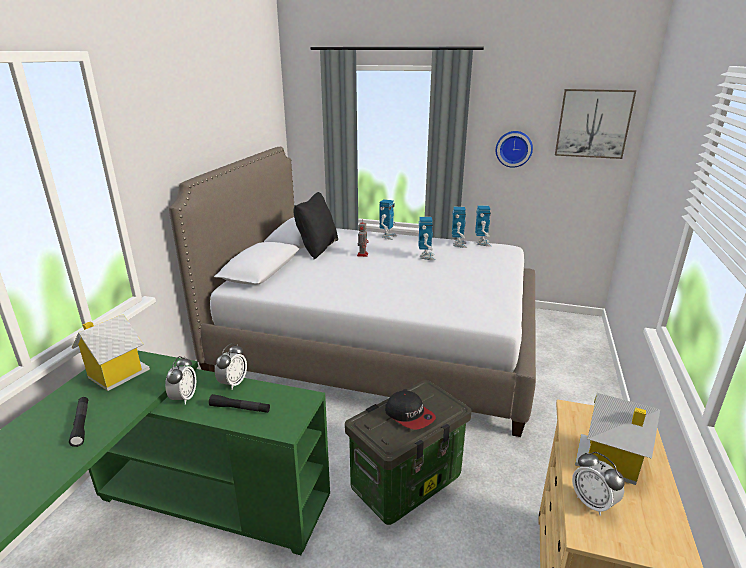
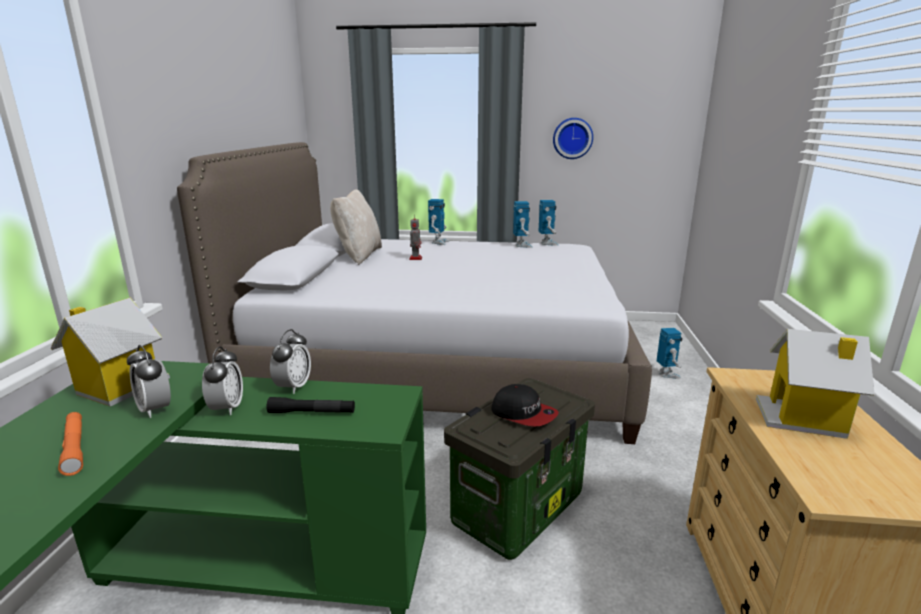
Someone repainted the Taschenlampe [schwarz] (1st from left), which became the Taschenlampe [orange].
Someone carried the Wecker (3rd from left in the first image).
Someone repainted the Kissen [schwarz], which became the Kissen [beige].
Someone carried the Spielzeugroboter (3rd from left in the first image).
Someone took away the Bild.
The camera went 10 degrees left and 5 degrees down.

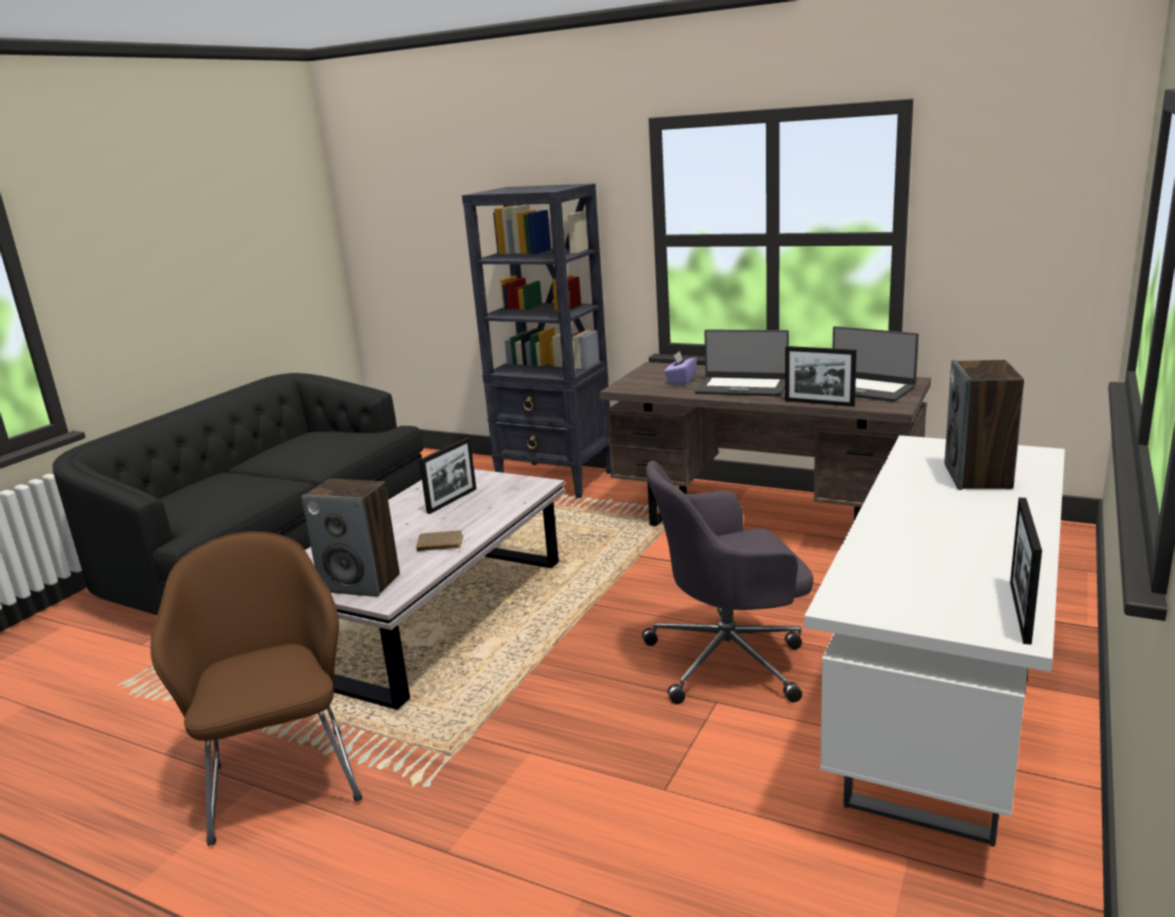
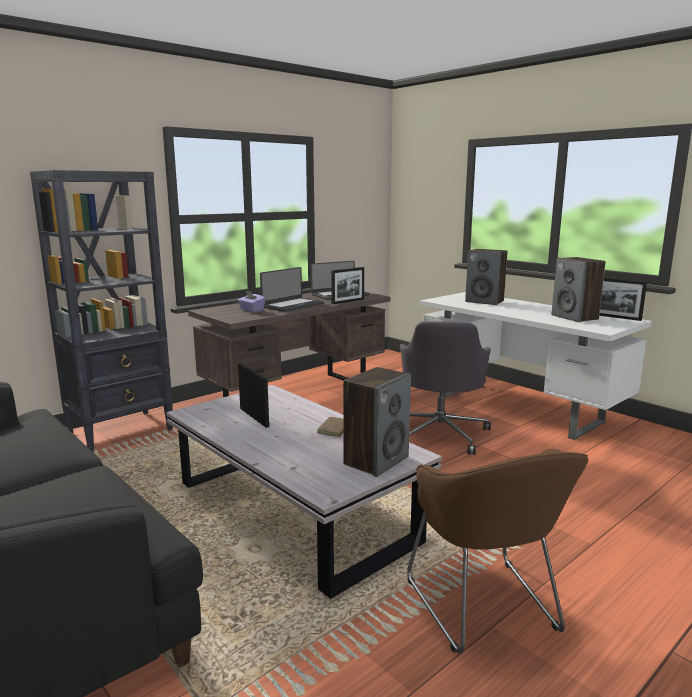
Someone rotated the Sessel [braun] by 105 degrees counterclockwise.
Someone put down the Lautsprecher (3rd from left).
The camera went 70 degrees left and 5 degrees down.

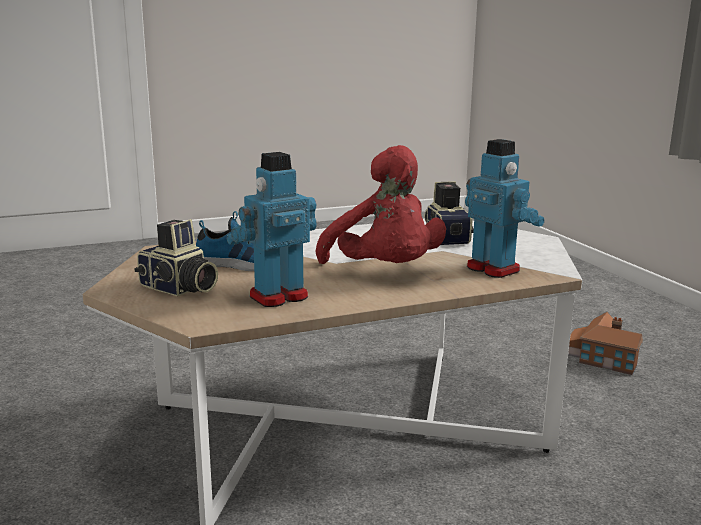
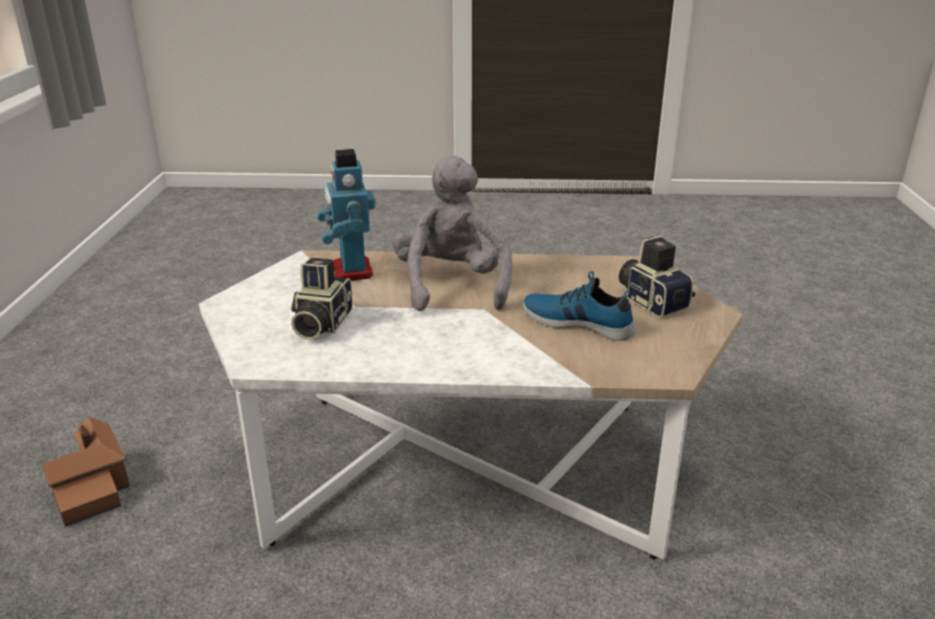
Someone repainted the Plüschtier [rot], which became the Plüschtier [grau].
Someone took away the Spielzeugroboter (1st from left).
The camera went 155 degrees left and 10 degrees up.

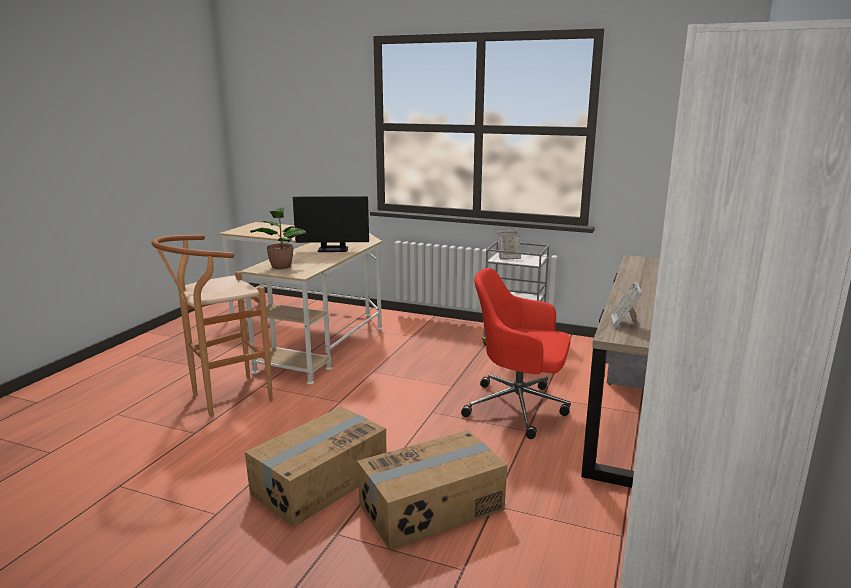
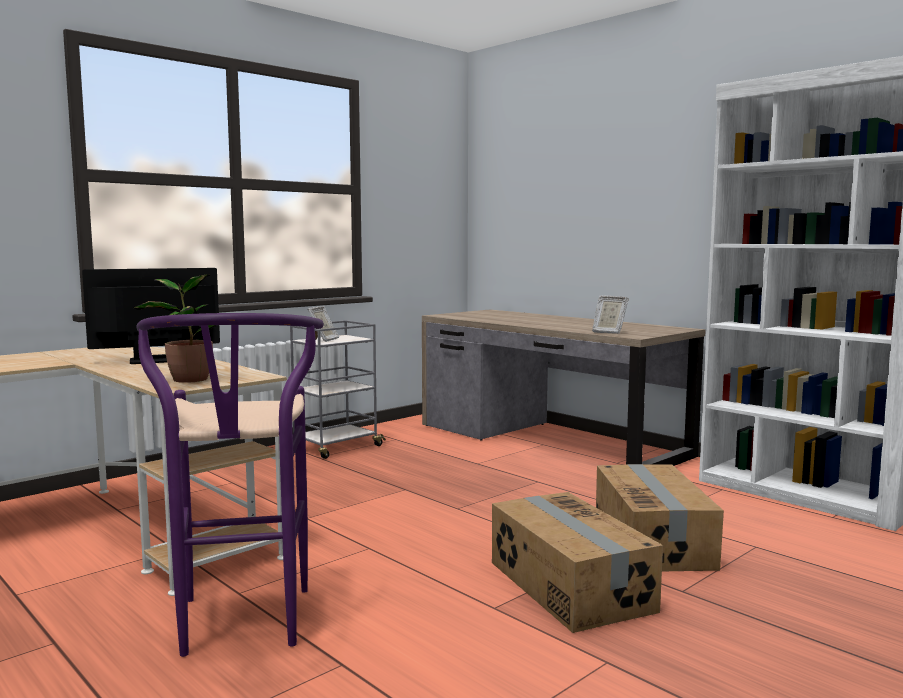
Someone rotated the Monitor by 135 degrees counterclockwise.
Someone repainted the Hocker [braun], which became the Hocker [lila].
Someone took away the Bürostuhl [rot].
The camera went 65 degrees left and 10 degrees down.

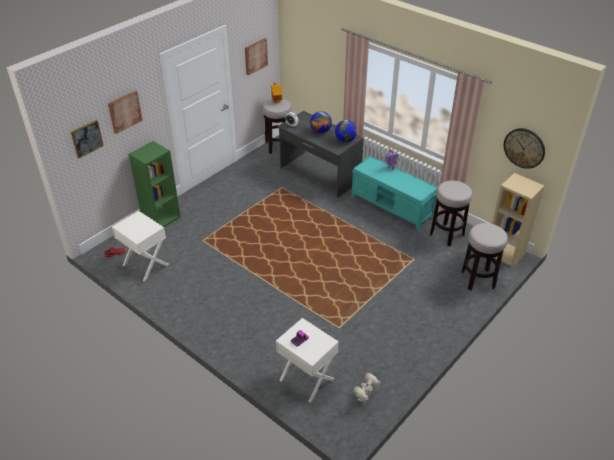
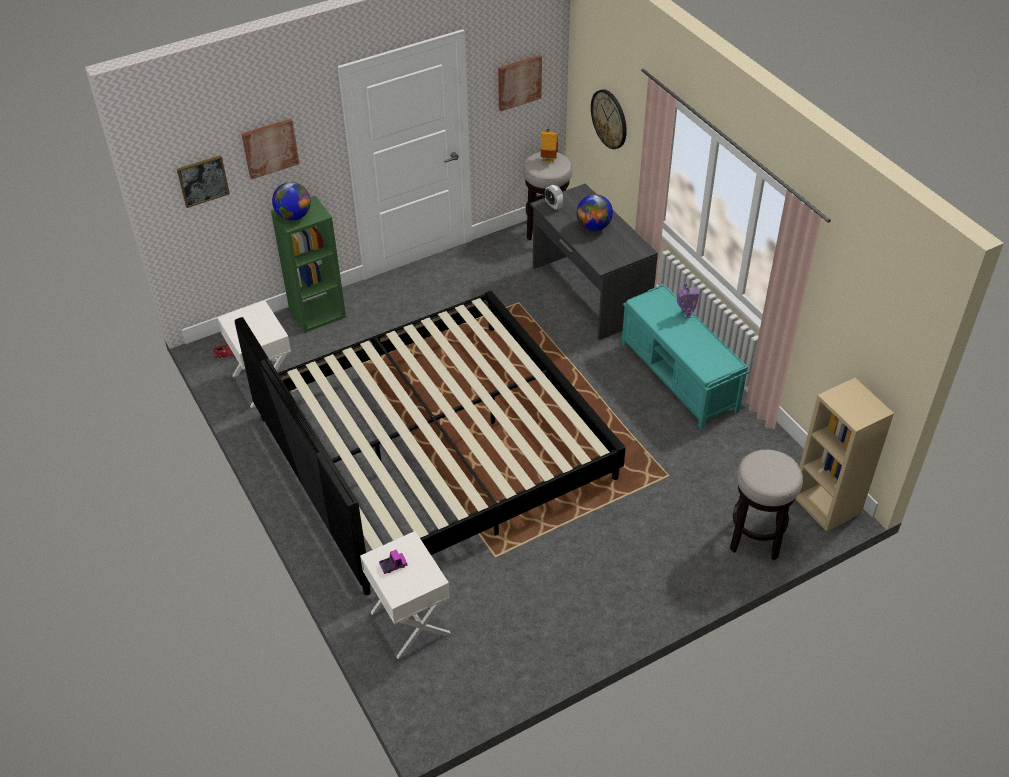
Someone put down the Bett.
Someone carried the Globus (2nd from left in the first image).
Someone carried the Wanduhr.
Someone took away the Spielzeugroboter (1st from left).
Someone took away the Hocker (2nd from left).
The camera went 20 degrees right and 5 degrees up.

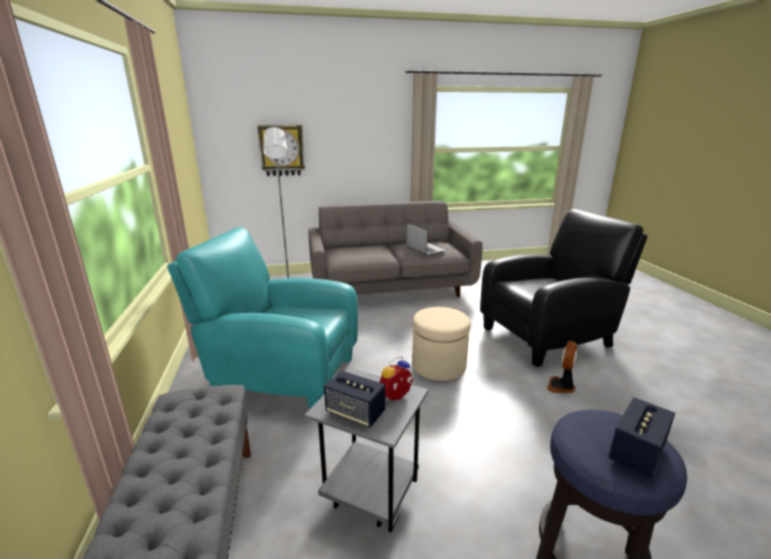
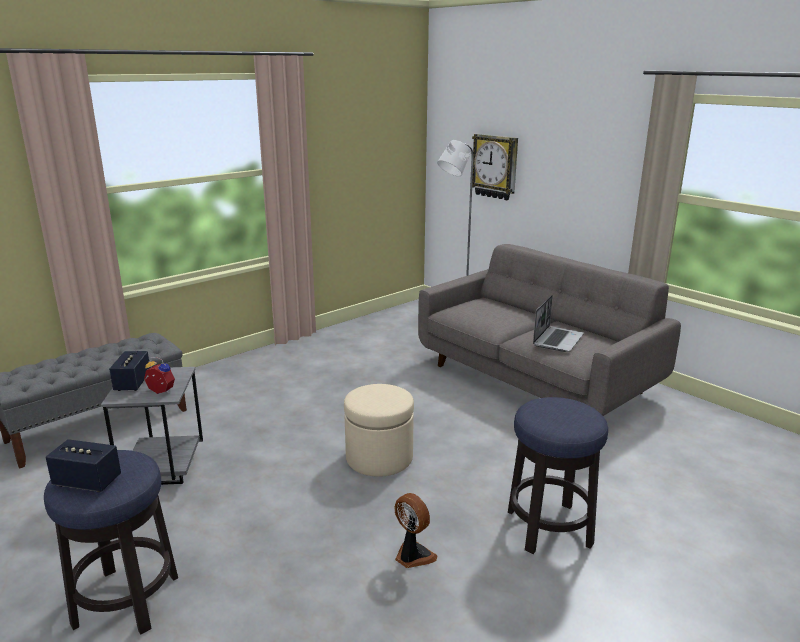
Someone rotated the Ventilator by 45 degrees clockwise.
Someone swapped the Sessel [schwarz] for the Hocker (2nd from left).
Someone took away the Sessel [türkis].
The camera went 60 degrees right and 0 degrees up.

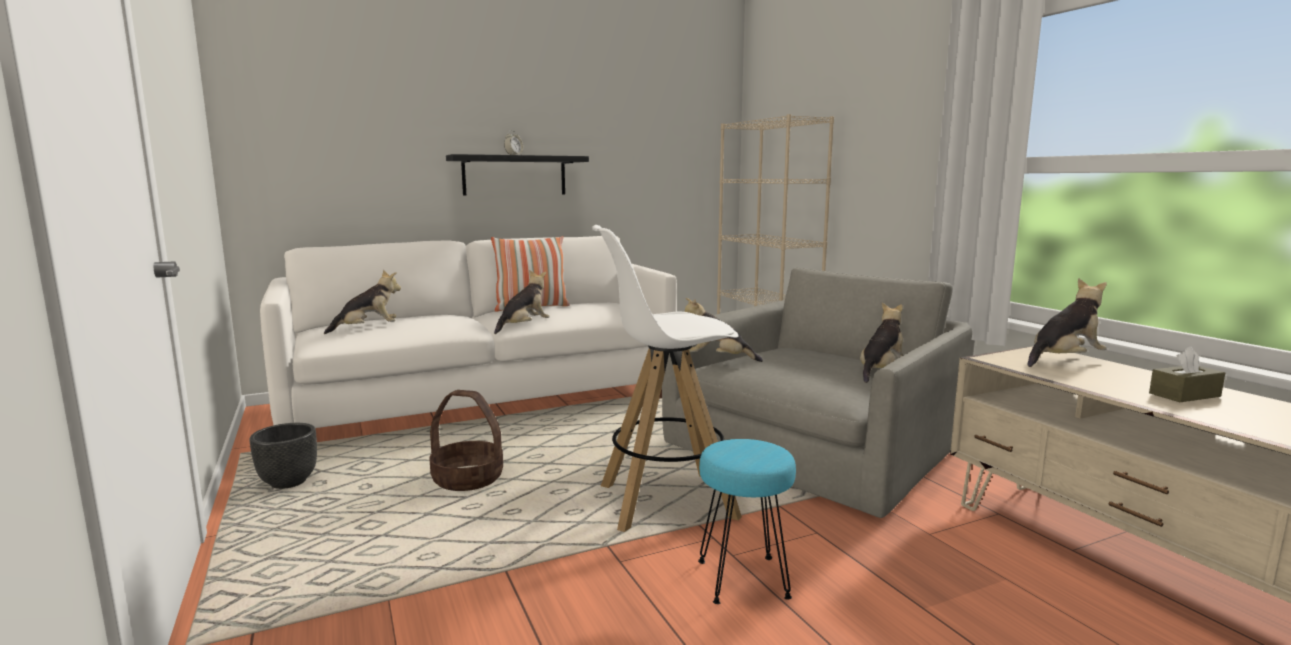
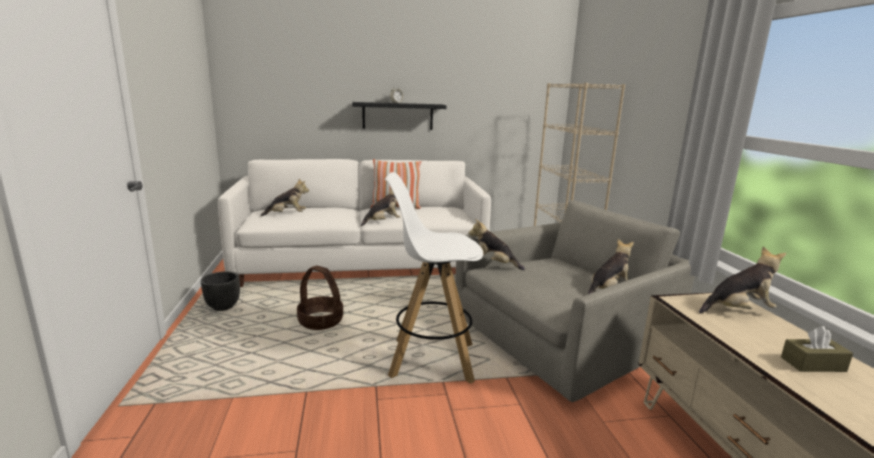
Someone took away the Hocker [türkis].
The camera went 15 degrees right and 5 degrees up.

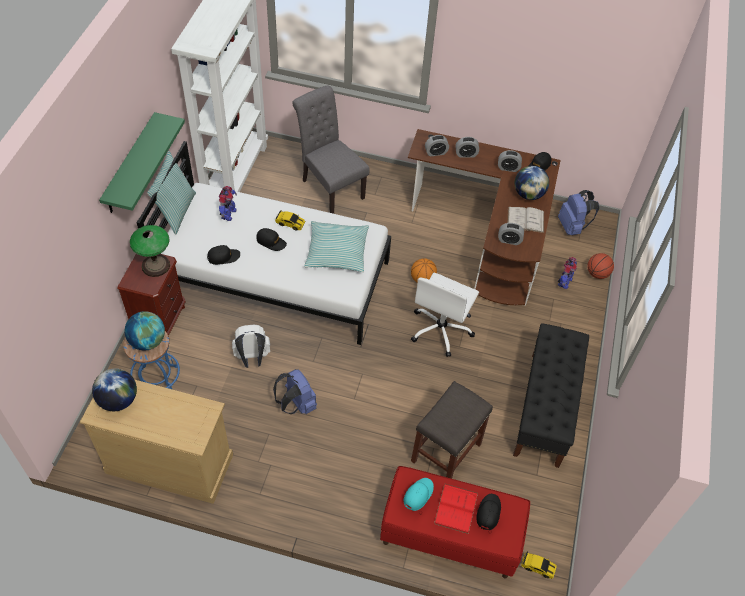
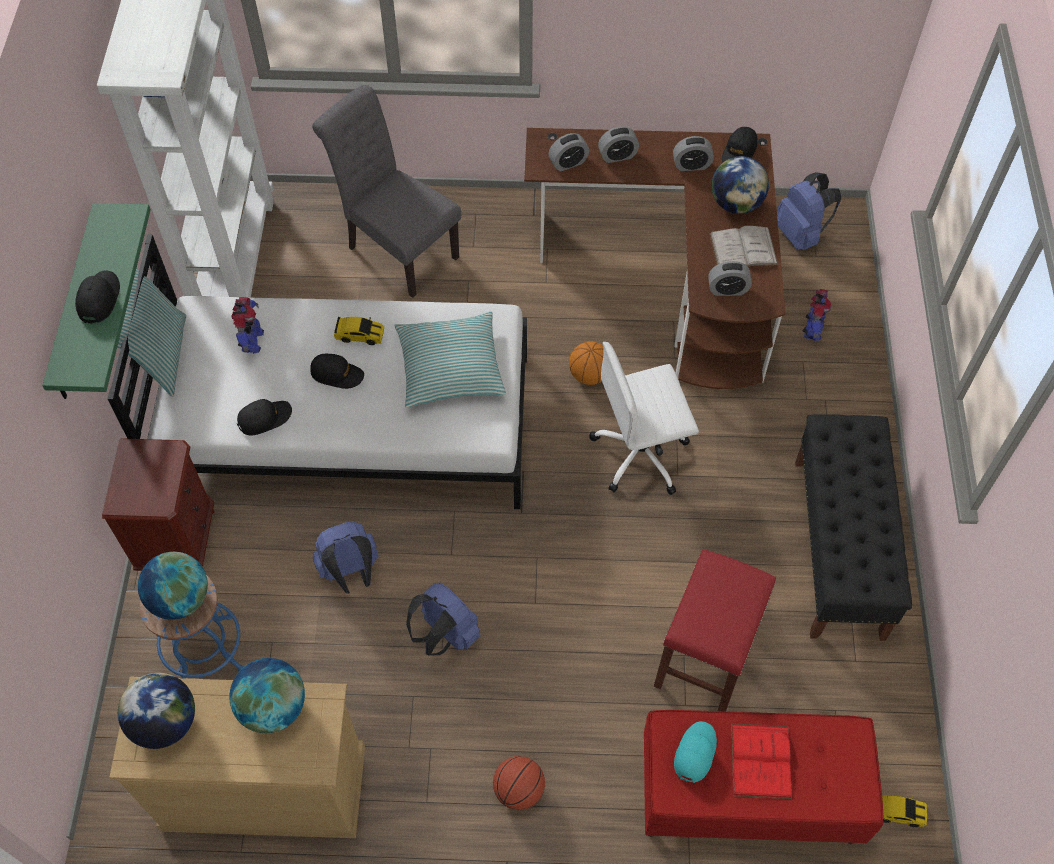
Someone carried the Kappe [schwarz] (3rd from left in the first image).
Someone put down the Globus (3rd from left).
Someone repainted the Rucksack [weiß], which became the Rucksack [blau] (1st from left).
Someone carried the Basketball (2nd from left in the first image).
Someone rotated the Bürostuhl [weiß] by 60 degrees clockwise.
Someone repainted the Hocker [grau], which became the Hocker [rot].
Someone took away the Tischlampe.
The camera went 10 degrees left and 5 degrees up.

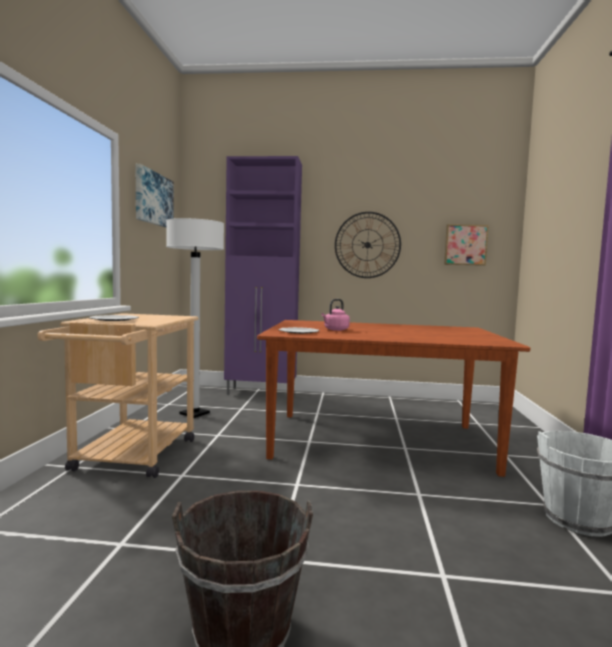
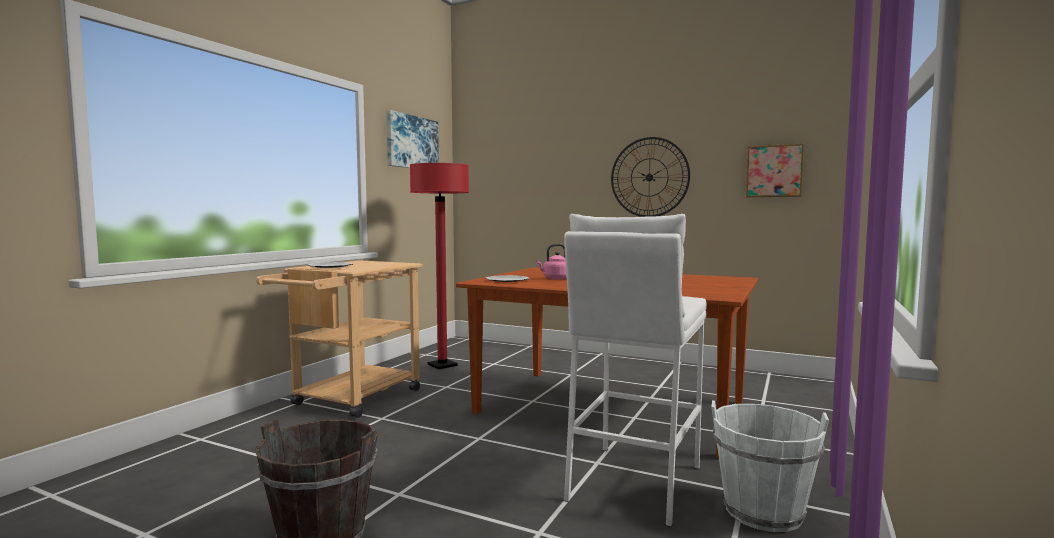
Someone repainted the Stehlampe [weiß], which became the Stehlampe [rot].
Someone put down the Hocker [weiß].
Someone took away the Schrank [lila].
The camera went 20 degrees right and 0 degrees up.

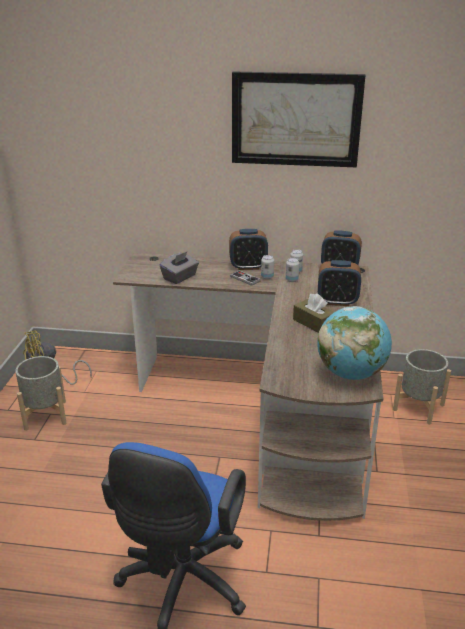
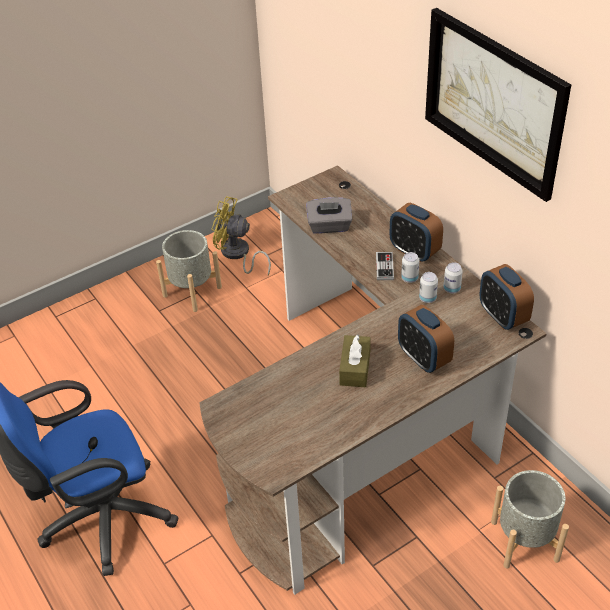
Someone took away the Globus.
The camera went 50 degrees right and 15 degrees up.

